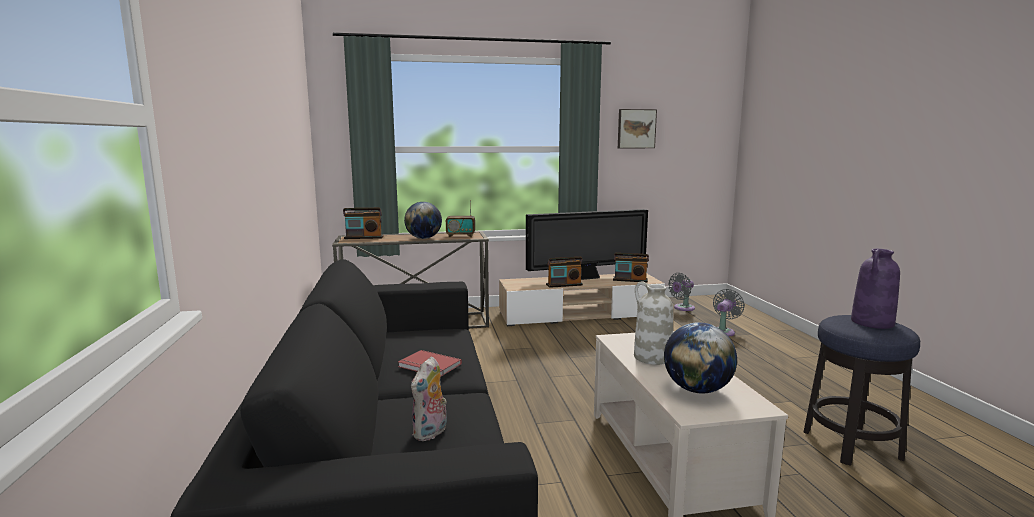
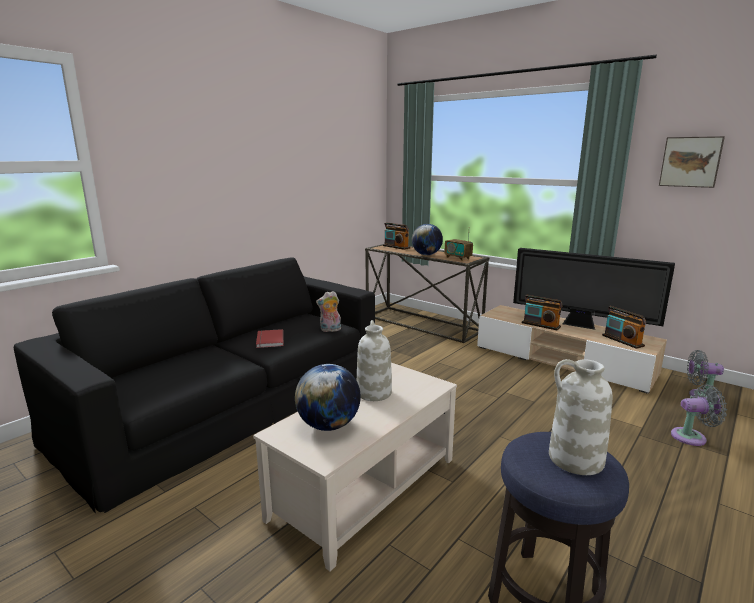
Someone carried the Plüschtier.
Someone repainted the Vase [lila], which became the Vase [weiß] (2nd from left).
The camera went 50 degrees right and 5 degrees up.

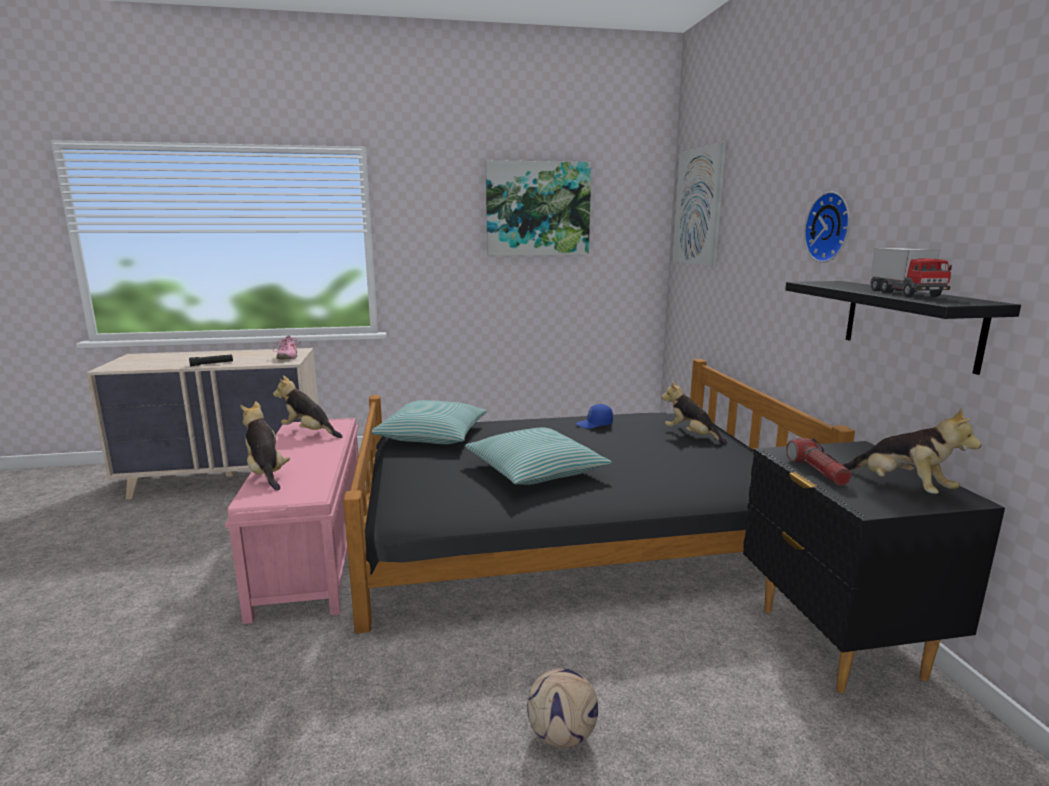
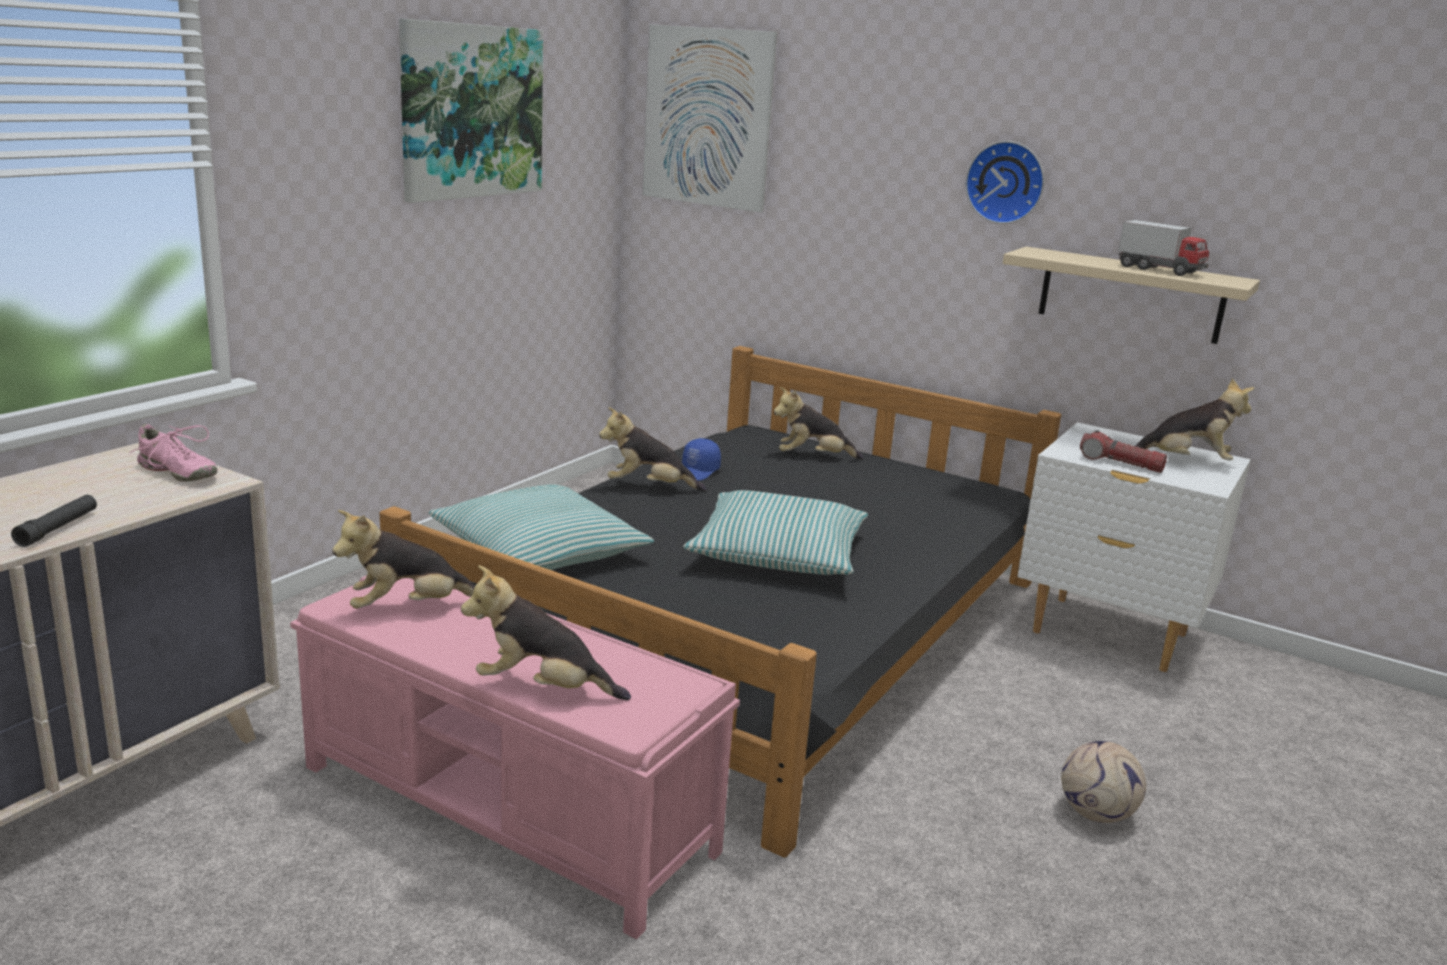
Someone put down the Plüschtier (3rd from left).
Someone repainted the Wandregal [schwarz], which became the Wandregal [beige].
Someone repainted the Nachttisch [schwarz], which became the Nachttisch [weiß].
The camera went 50 degrees left and 5 degrees up.

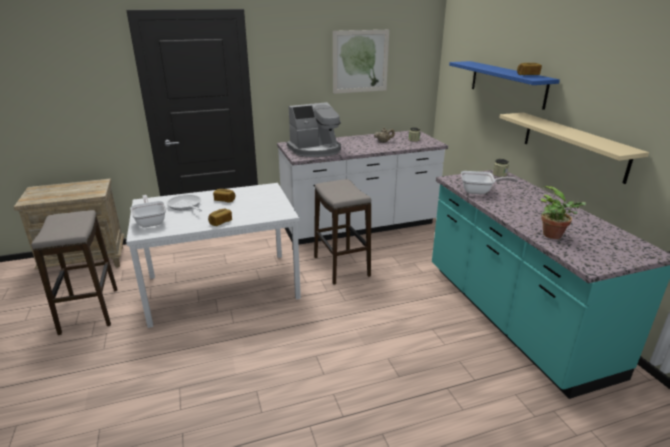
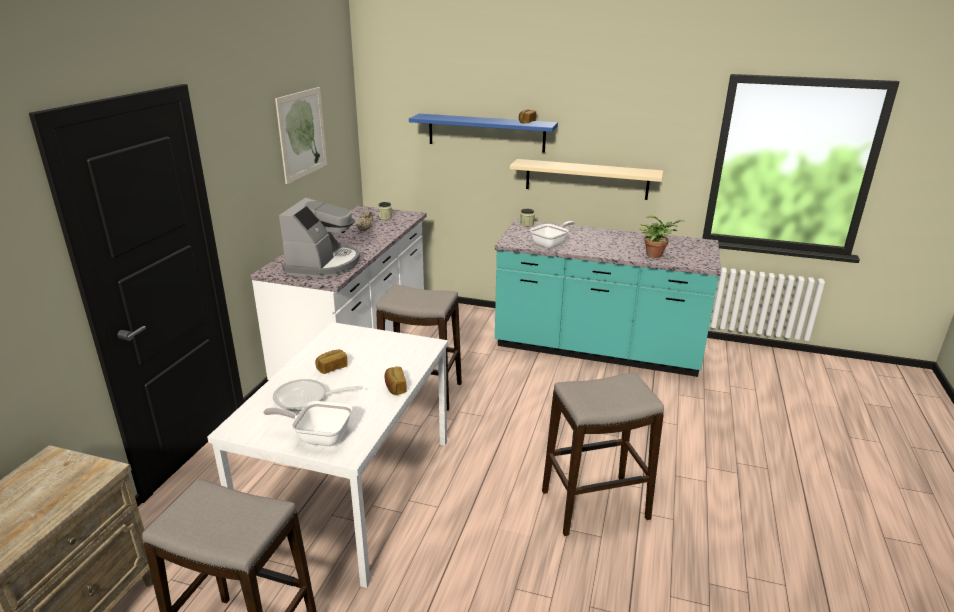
Someone put down the Hocker (3rd from left).
The camera went 55 degrees left and 0 degrees up.

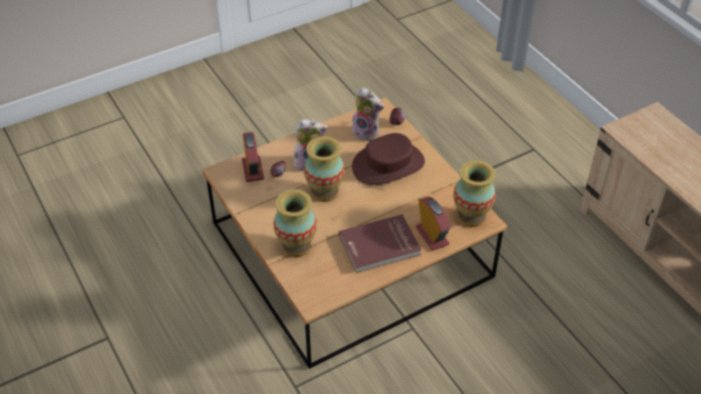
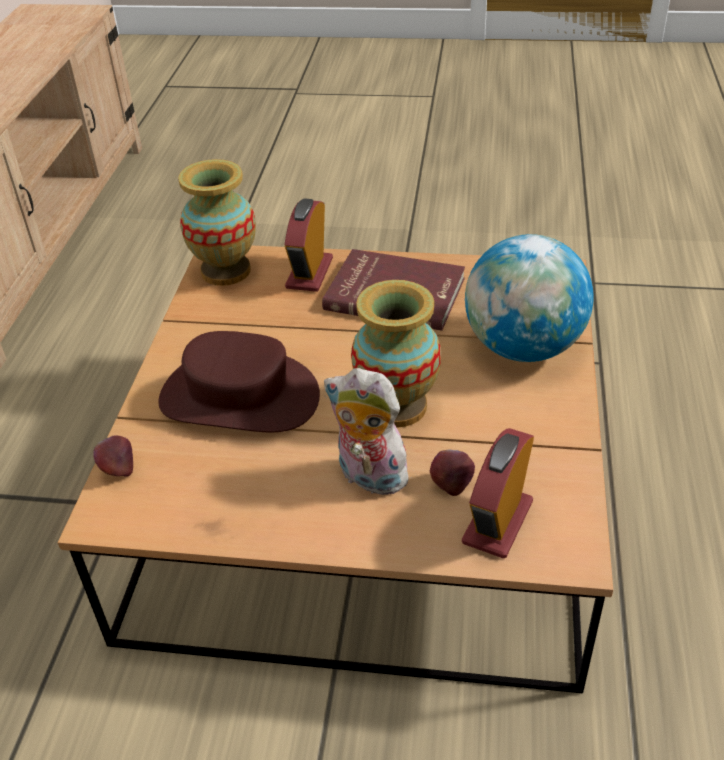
Someone swapped the Vase (1st from left) for the Globus.
Someone took away the Plüschtier (2nd from left).
The camera went 140 degrees left and 5 degrees down.

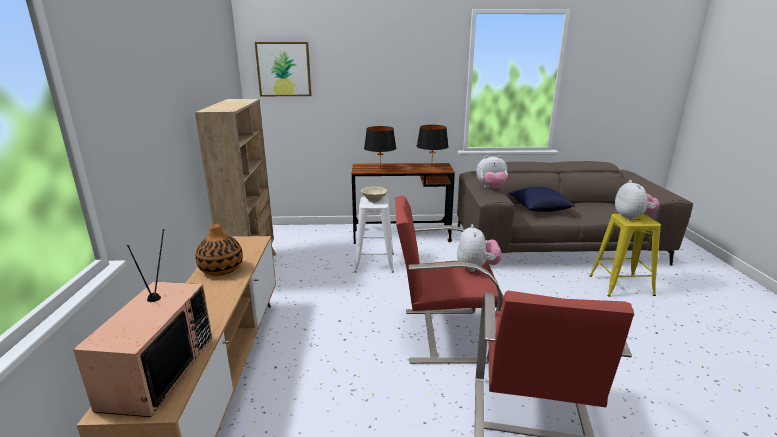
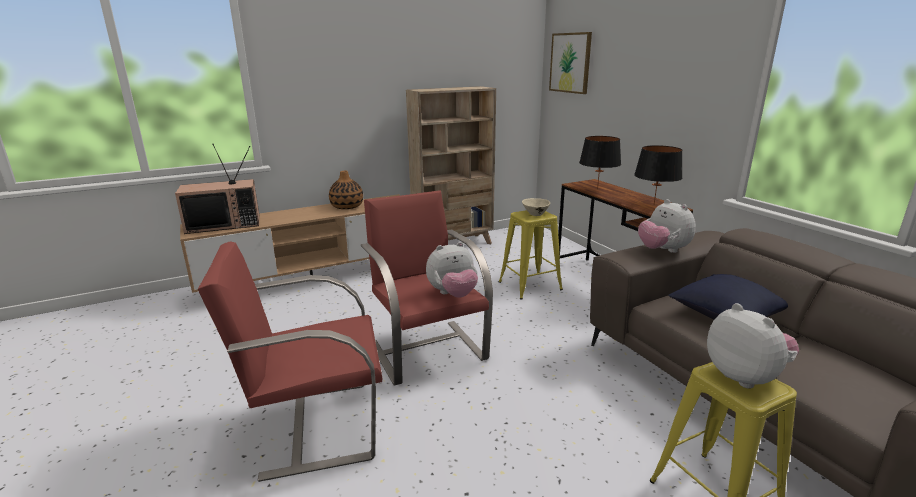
Someone repainted the Hocker [weiß], which became the Hocker [gelb] (1st from left).
Someone rotated the Plüschtier (3rd from left) by 90 degrees counterclockwise.
The camera went 65 degrees right and 0 degrees up.

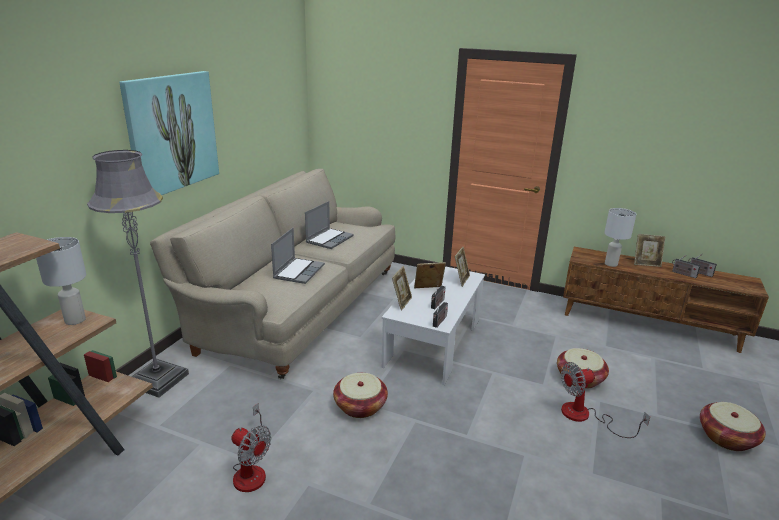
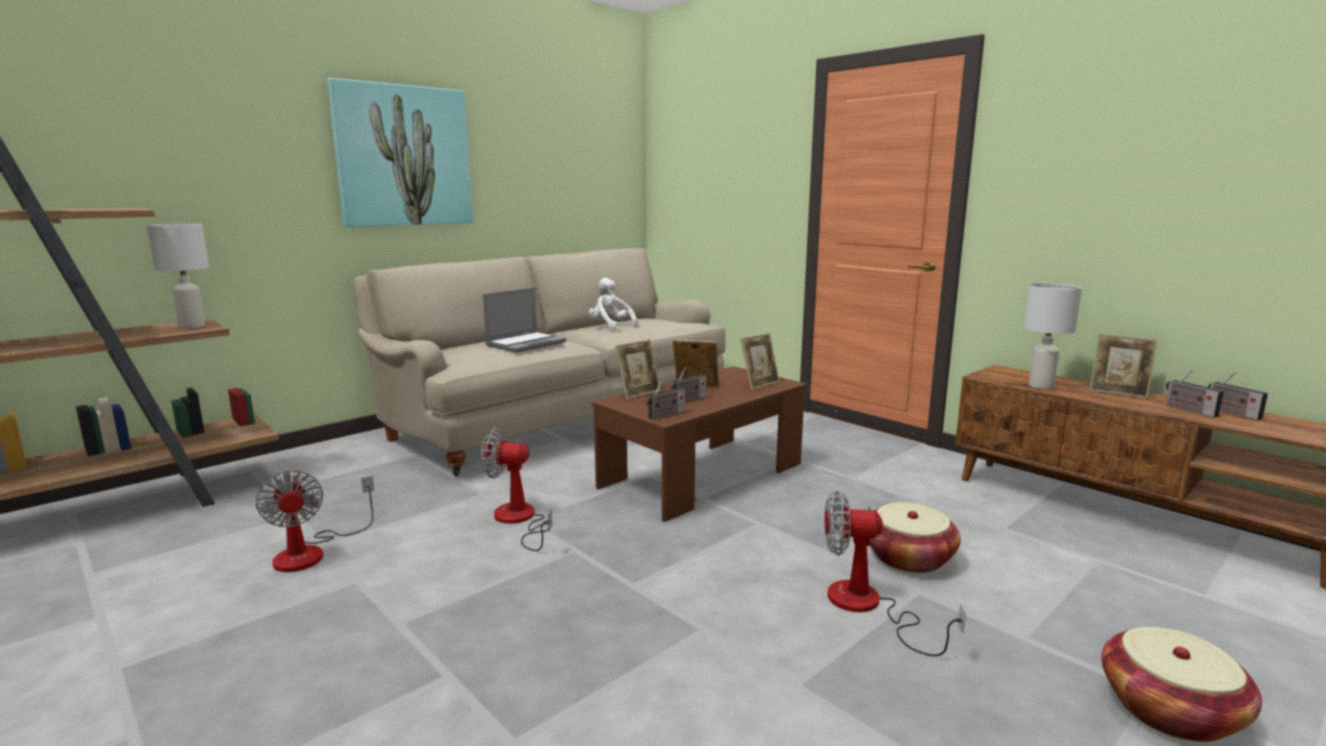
Someone swapped the Korb (1st from left) for the Ventilator (2nd from left).
Someone swapped the Laptop (2nd from left) for the Plüschtier [weiß].
Someone repainted the Couchtisch [weiß], which became the Couchtisch [braun].
Someone took away the Stehlampe [grau].
The camera went 25 degrees right and 10 degrees down.

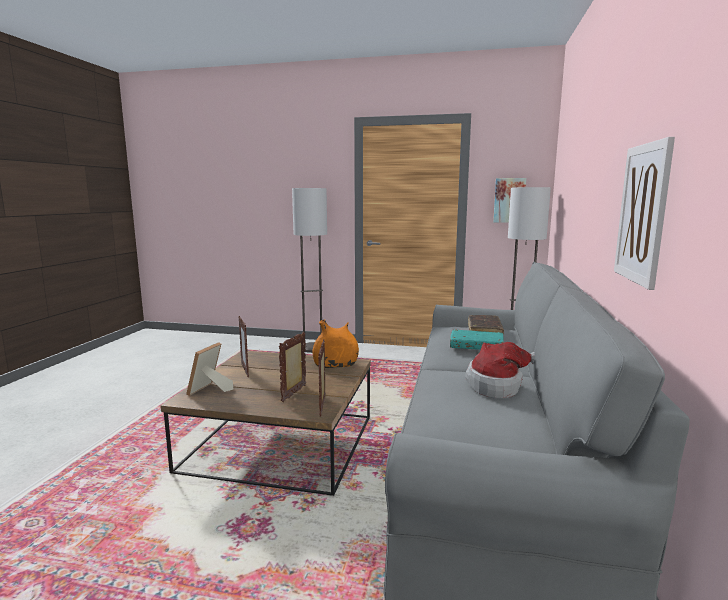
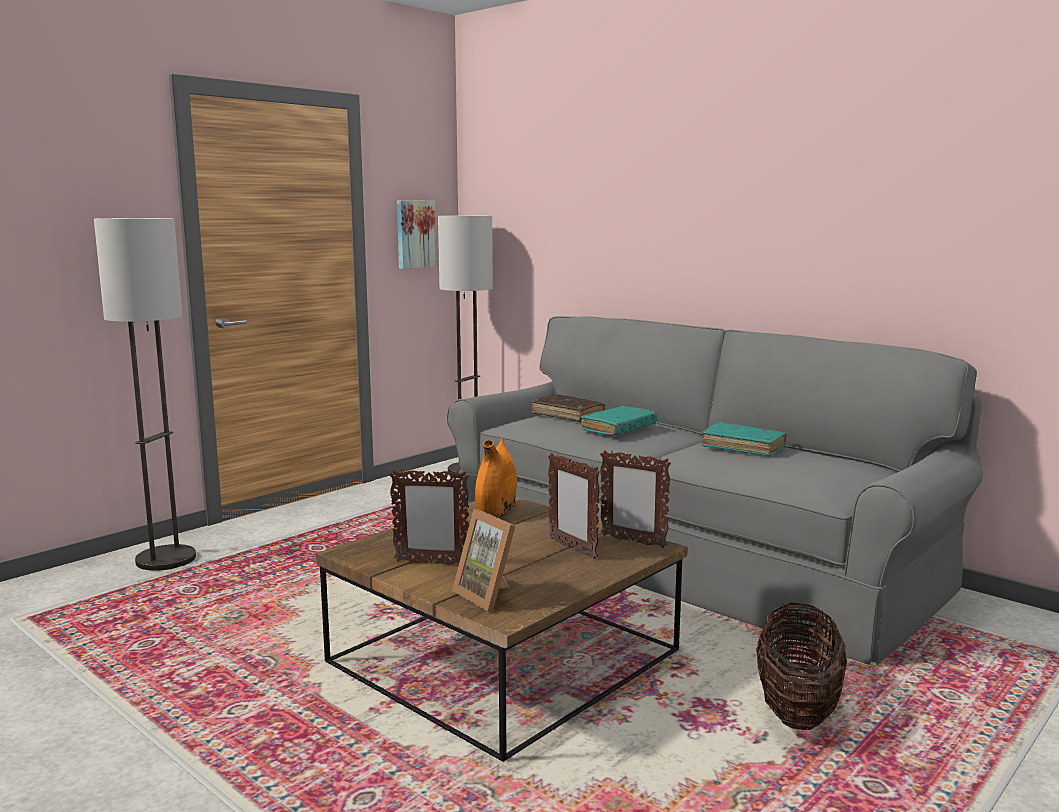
Someone swapped the Hut for the Buch [türkis] (2nd from left).
Someone put down the Korb.
Someone took away the Bild (2nd from left).
The camera went 60 degrees left and 0 degrees up.

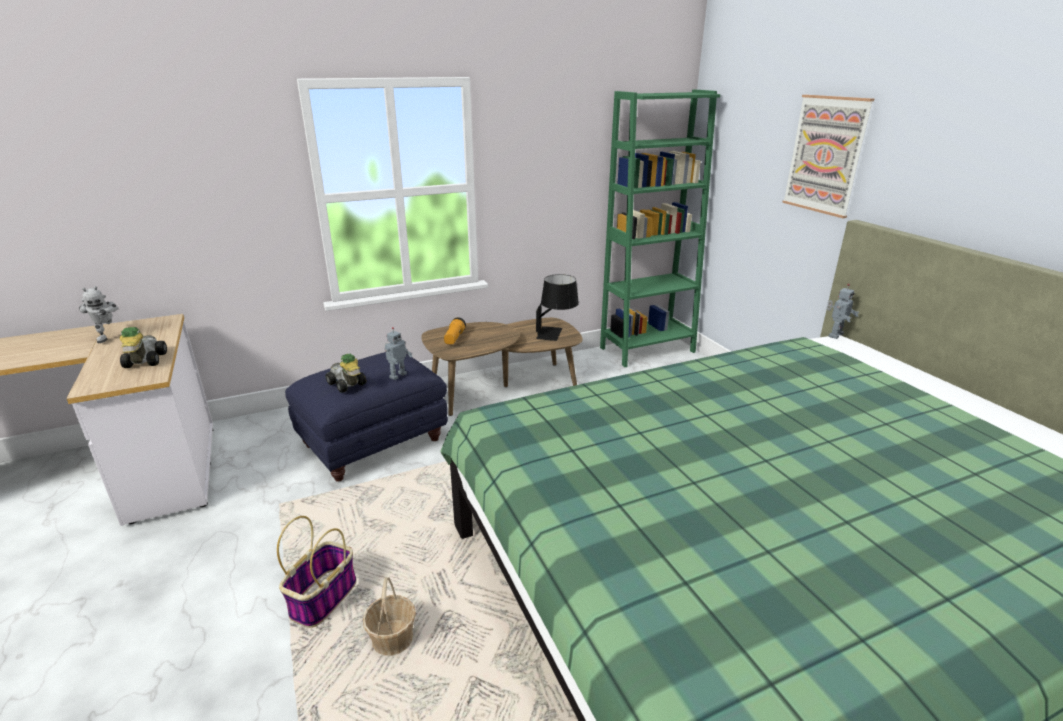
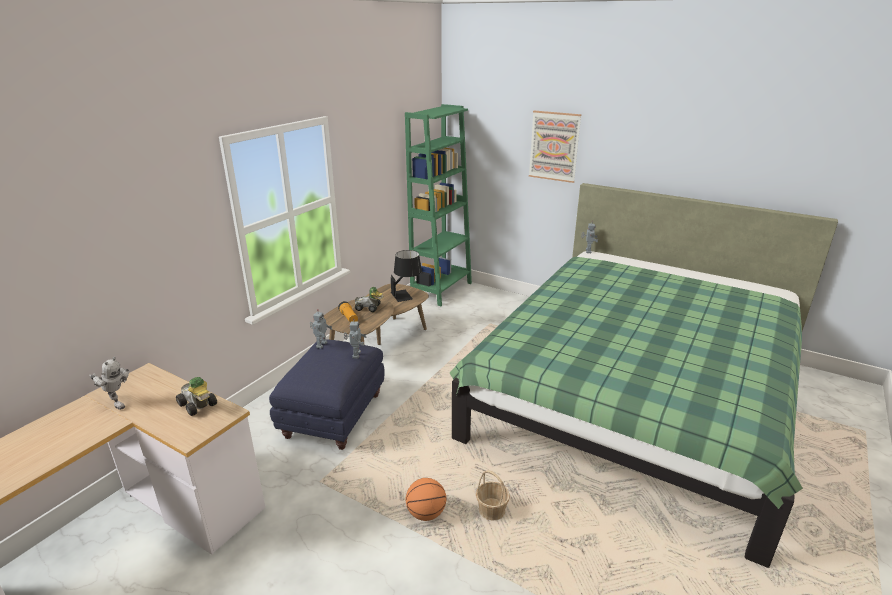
Someone put down the Spielzeugroboter (2nd from left).
Someone carried the Spielzeugauto (2nd from left).
Someone swapped the Korb (1st from left) for the Basketball.
The camera went 35 degrees left and 0 degrees up.

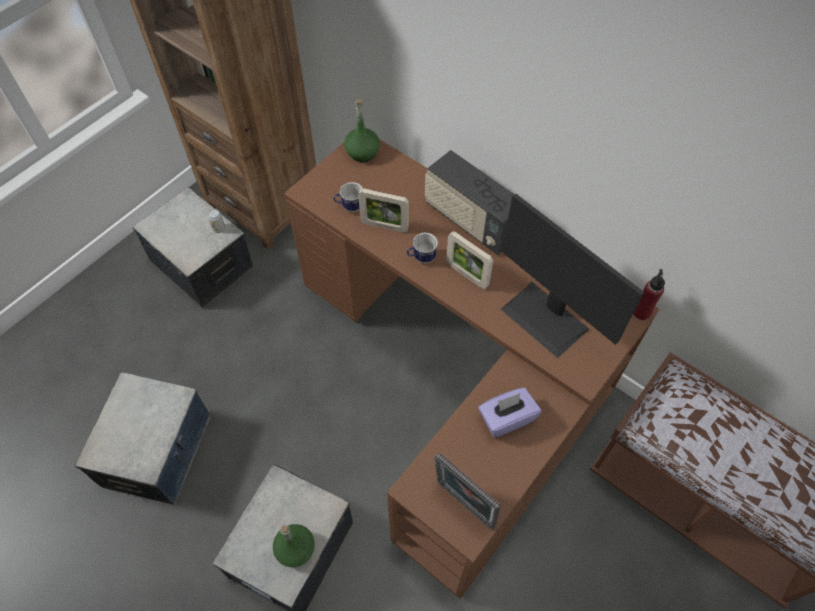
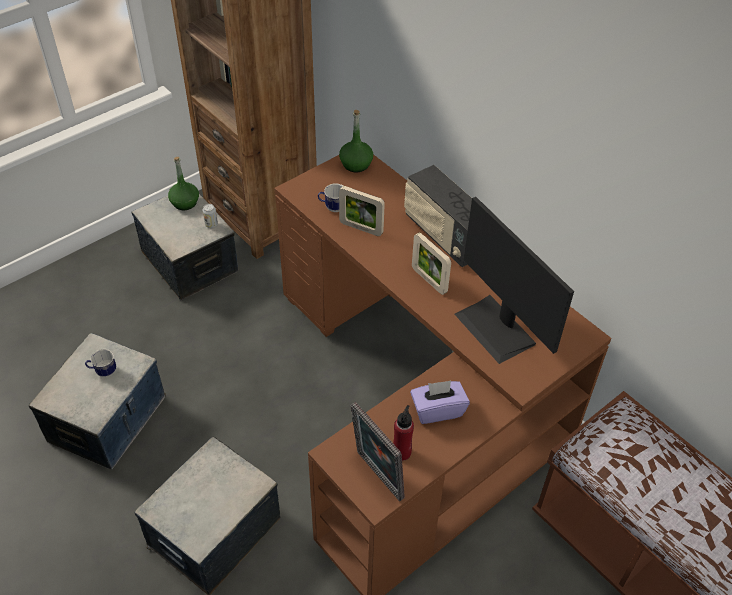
Someone carried the Henkelbecher (2nd from left in the first image).
Someone carried the Flasche [grün] (1st from left).
Someone carried the Flasche [rot].
The camera went 10 degrees right and 10 degrees down.

